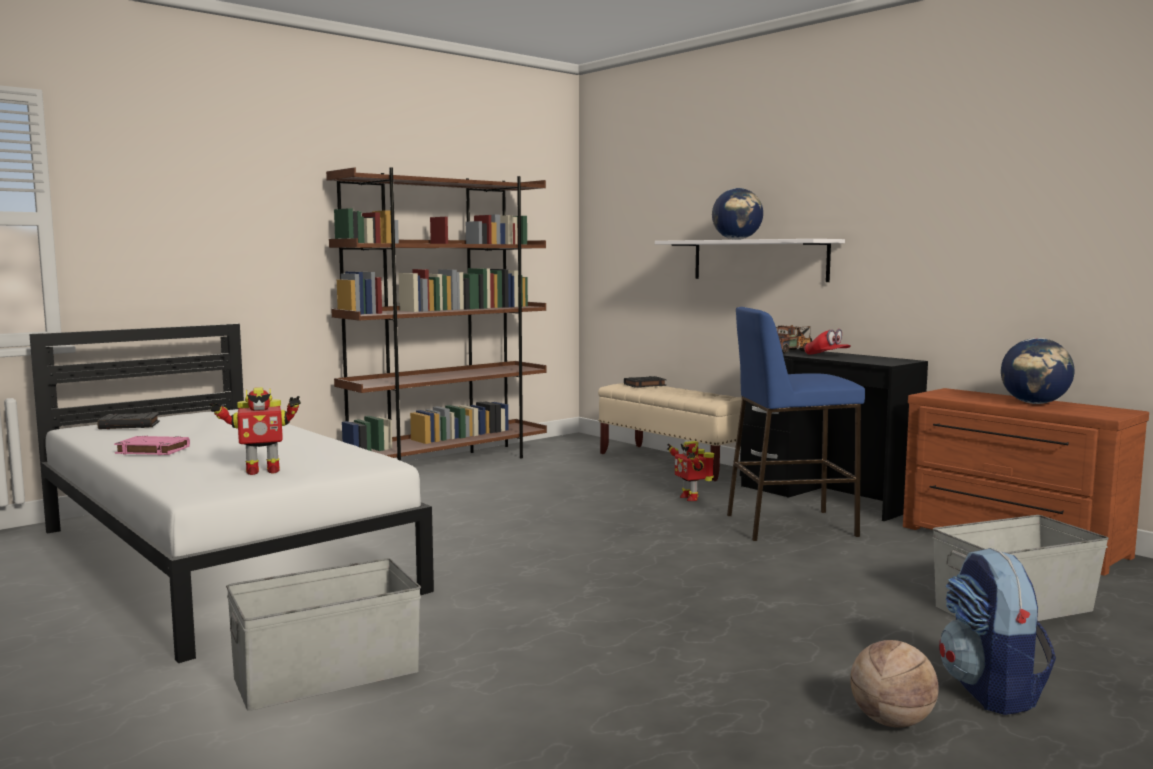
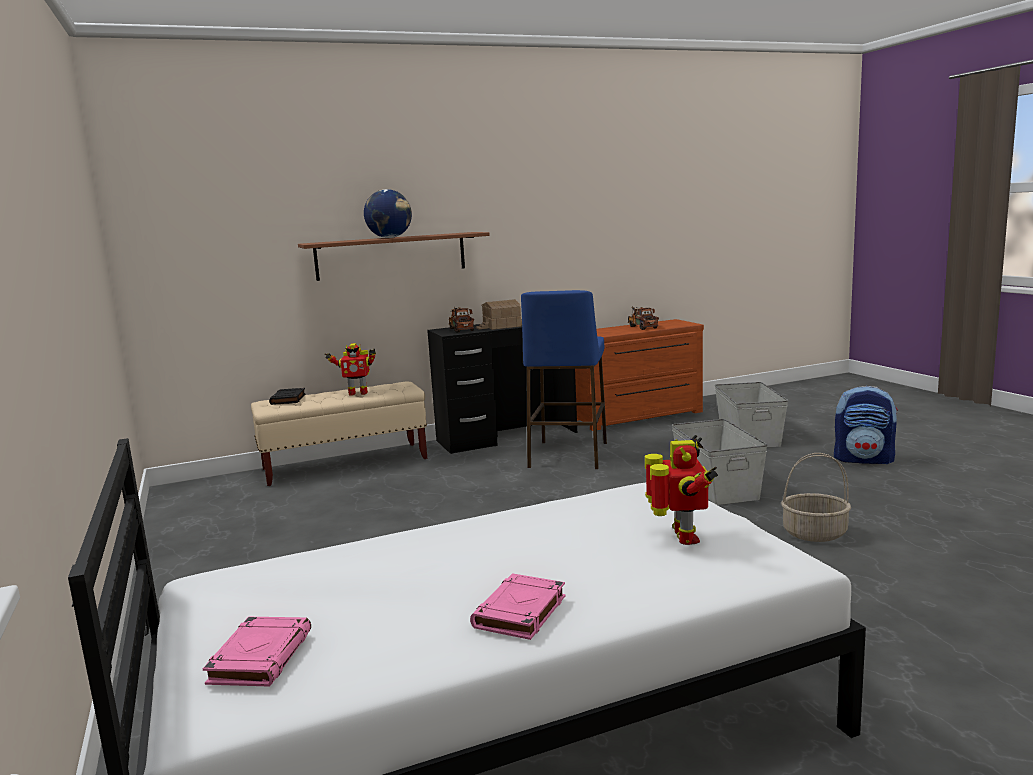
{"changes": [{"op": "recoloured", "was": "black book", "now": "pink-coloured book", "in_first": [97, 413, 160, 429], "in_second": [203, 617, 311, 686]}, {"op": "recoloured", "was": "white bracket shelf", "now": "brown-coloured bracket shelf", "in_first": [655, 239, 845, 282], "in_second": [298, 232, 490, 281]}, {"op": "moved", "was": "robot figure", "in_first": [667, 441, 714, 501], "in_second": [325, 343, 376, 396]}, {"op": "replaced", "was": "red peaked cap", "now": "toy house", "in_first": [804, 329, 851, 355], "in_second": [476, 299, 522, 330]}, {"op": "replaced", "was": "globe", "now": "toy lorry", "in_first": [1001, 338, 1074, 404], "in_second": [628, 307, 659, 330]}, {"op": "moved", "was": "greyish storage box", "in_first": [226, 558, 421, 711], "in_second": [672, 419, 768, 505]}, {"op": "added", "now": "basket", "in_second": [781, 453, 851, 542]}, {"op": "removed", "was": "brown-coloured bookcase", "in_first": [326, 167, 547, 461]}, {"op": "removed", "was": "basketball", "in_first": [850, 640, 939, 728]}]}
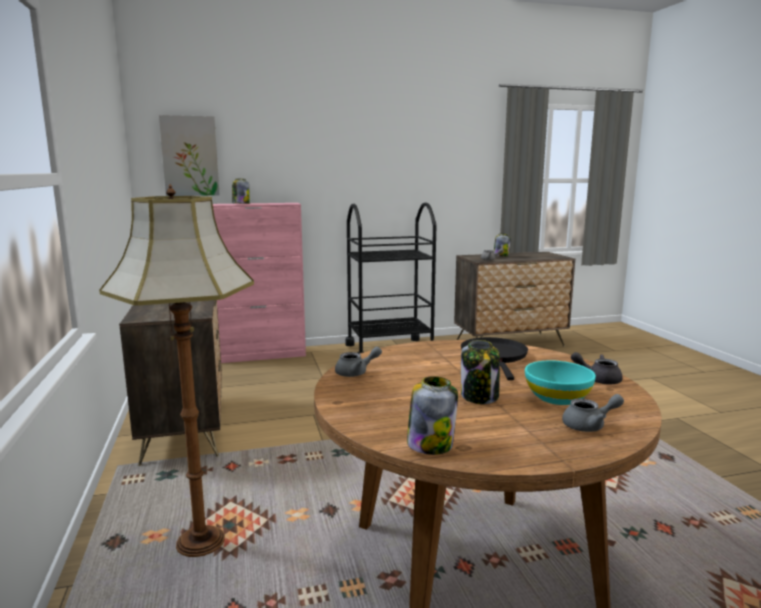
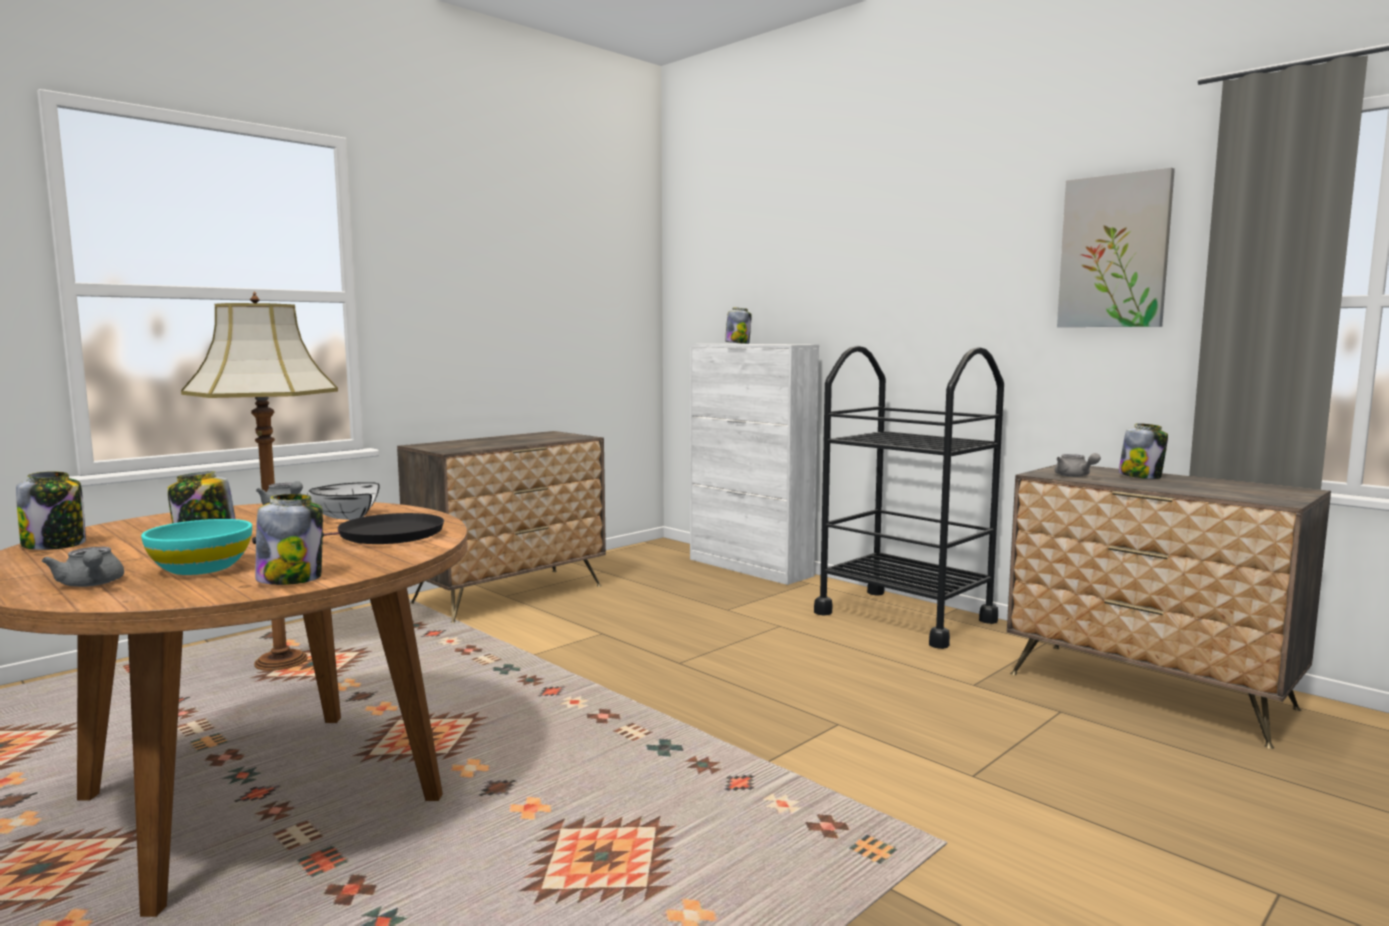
{"changes": [{"op": "replaced", "was": "greyish tea pot", "now": "storage jar", "in_first": [571, 352, 623, 385], "in_second": [255, 494, 323, 585]}, {"op": "added", "now": "white deep dish", "in_second": [308, 482, 380, 520]}, {"op": "recoloured", "was": "pink-coloured cupboard", "now": "white cupboard", "in_first": [213, 203, 306, 363], "in_second": [690, 344, 819, 585]}, {"op": "moved", "was": "wall art", "in_first": [159, 115, 220, 196], "in_second": [1057, 167, 1175, 327]}]}
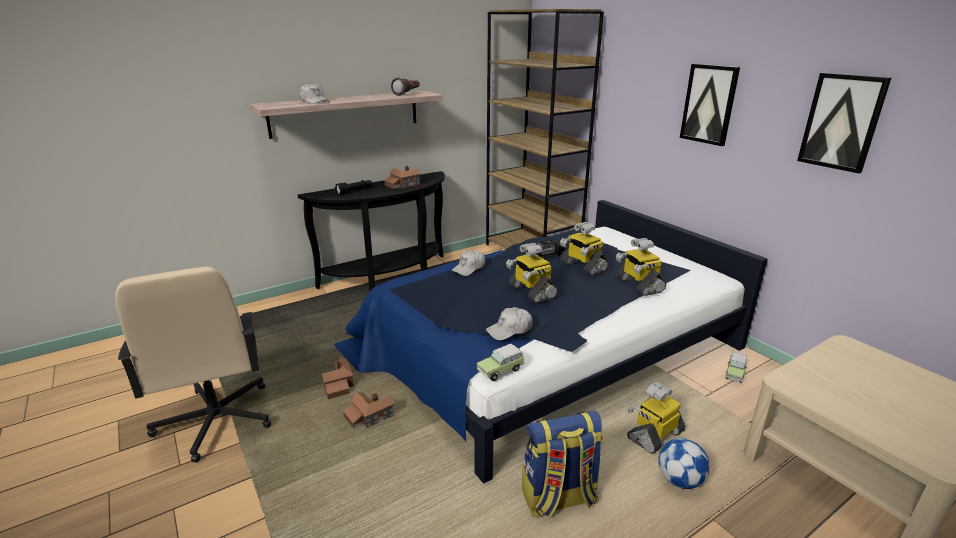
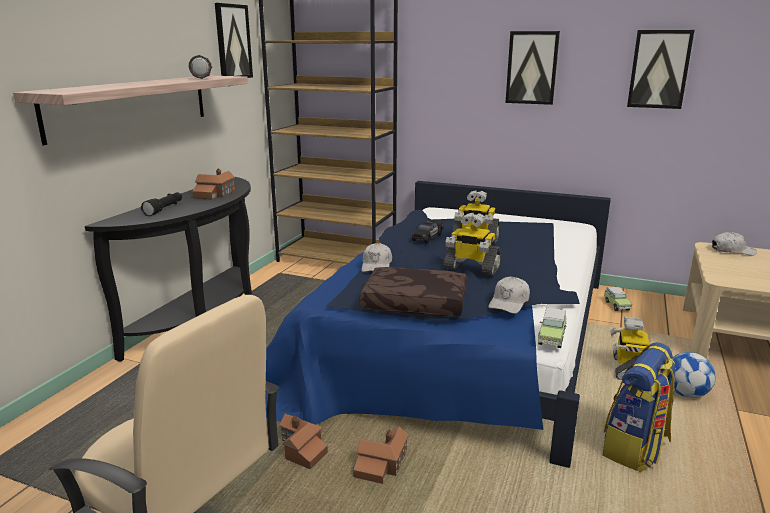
{"changes": [{"op": "added", "now": "wall art", "in_second": [215, 3, 253, 78]}, {"op": "added", "now": "brown-coloured pillow", "in_second": [360, 267, 467, 316]}, {"op": "moved", "was": "white peaked cap", "in_first": [299, 83, 330, 104], "in_second": [712, 232, 757, 256]}, {"op": "removed", "was": "robot figure", "in_first": [616, 238, 666, 296]}]}
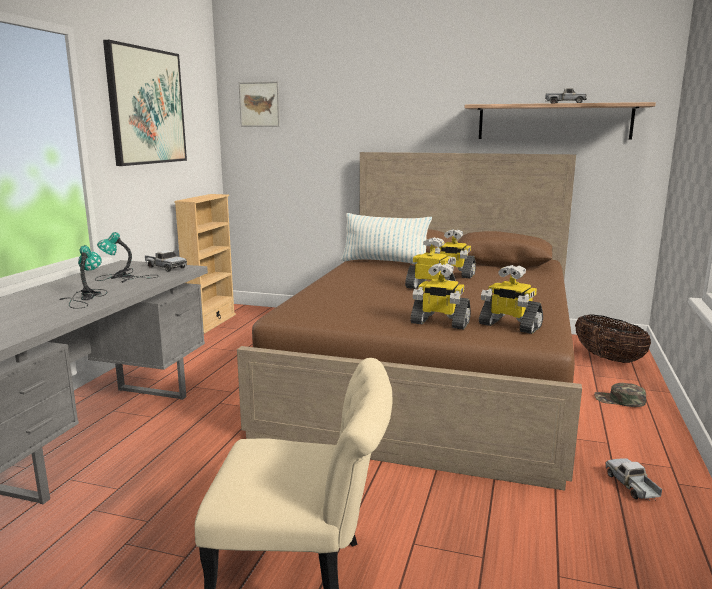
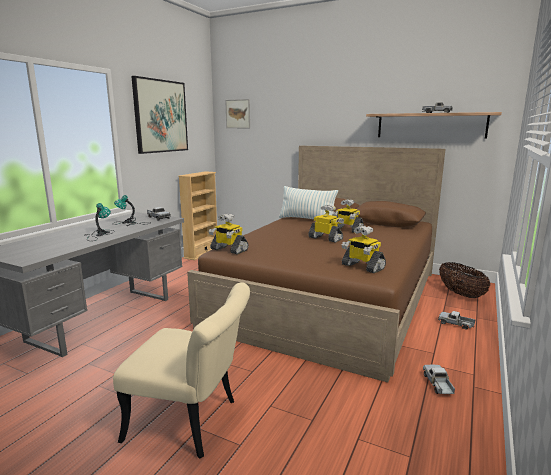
{"changes": [{"op": "moved", "was": "robot figure", "in_first": [411, 263, 471, 329], "in_second": [208, 214, 249, 254]}, {"op": "replaced", "was": "green-coloured peaked cap", "now": "toy lorry", "in_first": [594, 383, 646, 407], "in_second": [438, 311, 475, 330]}]}
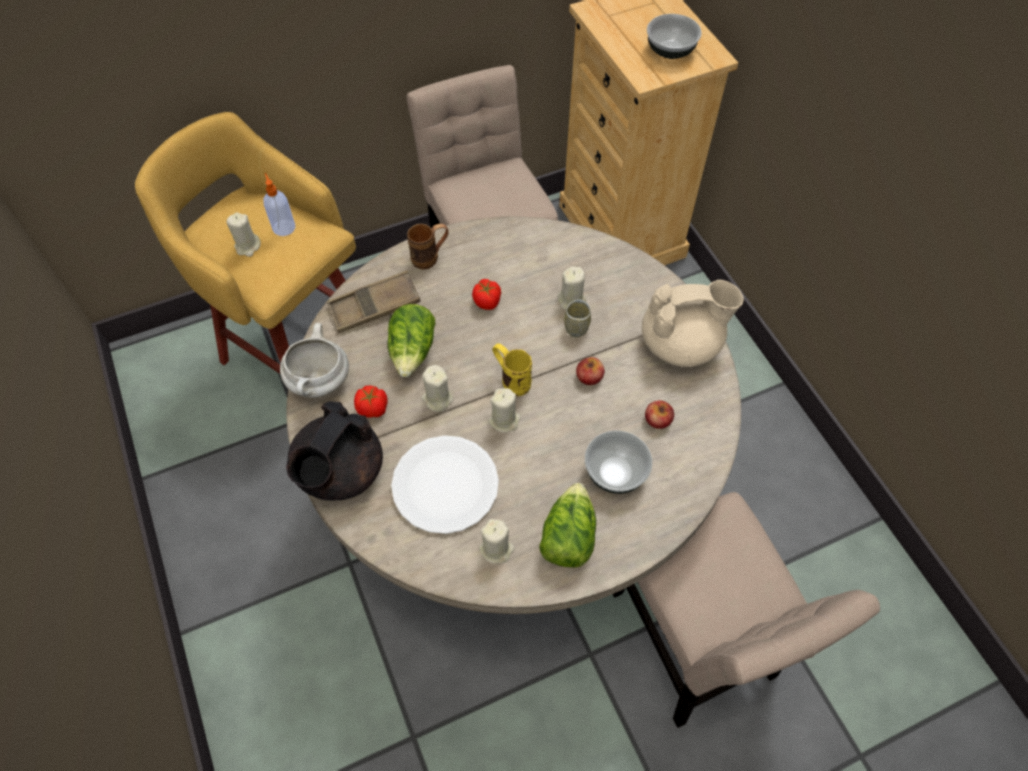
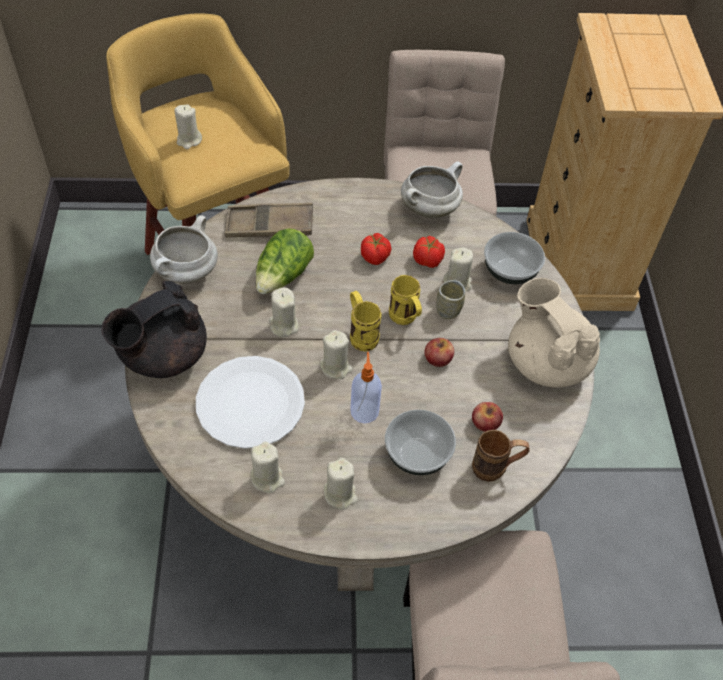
{"changes": [{"op": "replaced", "was": "lettuce", "now": "beige-coloured wax light", "in_first": [539, 483, 596, 568], "in_second": [324, 458, 358, 510]}, {"op": "moved", "was": "soap dispenser", "in_first": [263, 173, 295, 236], "in_second": [350, 352, 382, 423]}, {"op": "added", "now": "yellow tea mug", "in_second": [389, 275, 422, 325]}, {"op": "added", "now": "white cooking pot", "in_second": [401, 161, 463, 218]}, {"op": "moved", "was": "whole tomato", "in_first": [354, 386, 388, 418], "in_second": [413, 236, 445, 268]}, {"op": "moved", "was": "brown-coloured tea mug", "in_first": [407, 224, 449, 269], "in_second": [472, 430, 530, 482]}, {"op": "moved", "was": "deep dish", "in_first": [647, 14, 702, 59], "in_second": [484, 232, 545, 284]}, {"op": "turned", "was": "beige-coloured tea pot", "in_first": [642, 280, 744, 367], "in_second": [508, 278, 600, 388], "clockwise": -135}]}
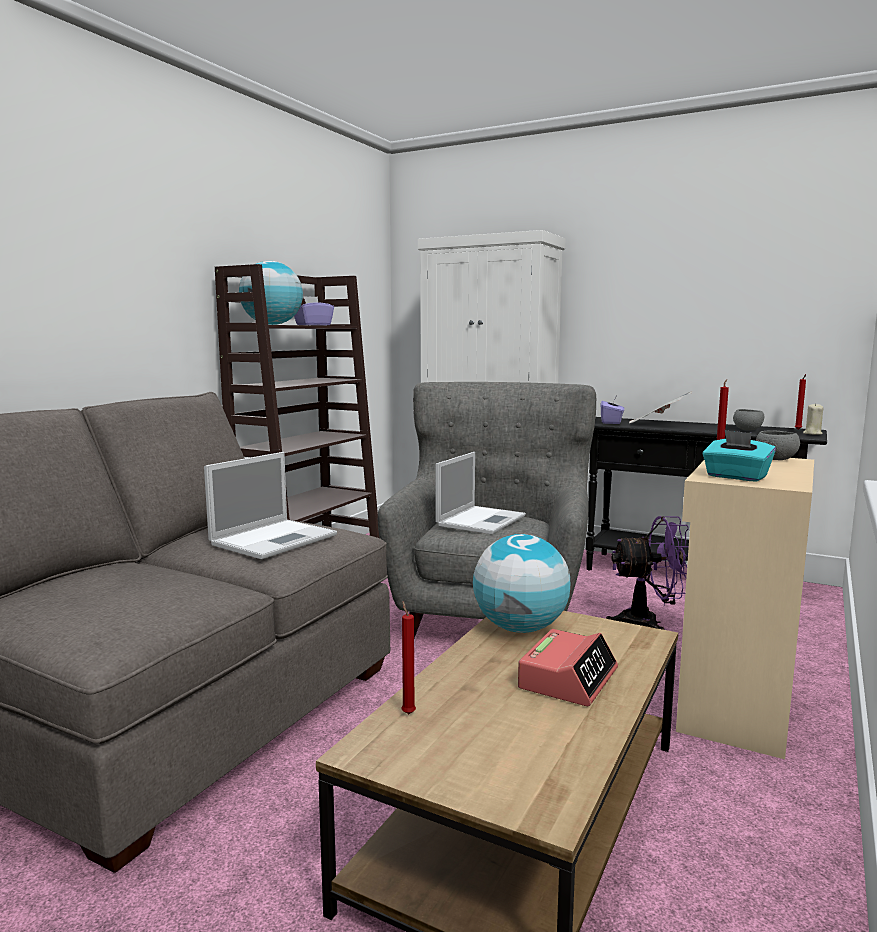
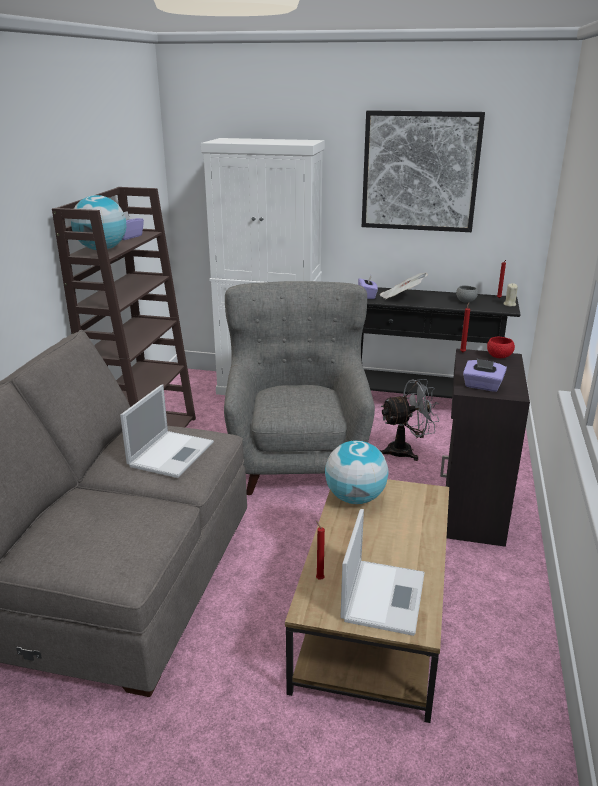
{"changes": [{"op": "moved", "was": "laptop", "in_first": [436, 452, 526, 534], "in_second": [340, 509, 425, 636]}, {"op": "added", "now": "wall art", "in_second": [362, 110, 485, 232]}, {"op": "recoloured", "was": "purplish electric fan", "now": "greyish electric fan", "in_first": [606, 516, 689, 630], "in_second": [379, 379, 440, 461]}, {"op": "recoloured", "was": "beige-coloured cupboard", "now": "black cupboard", "in_first": [676, 458, 814, 759], "in_second": [440, 349, 530, 547]}, {"op": "recoloured", "was": "turquoise tissue box", "now": "purplish tissue box", "in_first": [702, 430, 776, 482], "in_second": [463, 359, 507, 392]}, {"op": "recoloured", "was": "greyish deep dish", "now": "red deep dish", "in_first": [756, 430, 800, 460], "in_second": [487, 337, 515, 358]}, {"op": "removed", "was": "alarm clock", "in_first": [518, 629, 618, 706]}]}
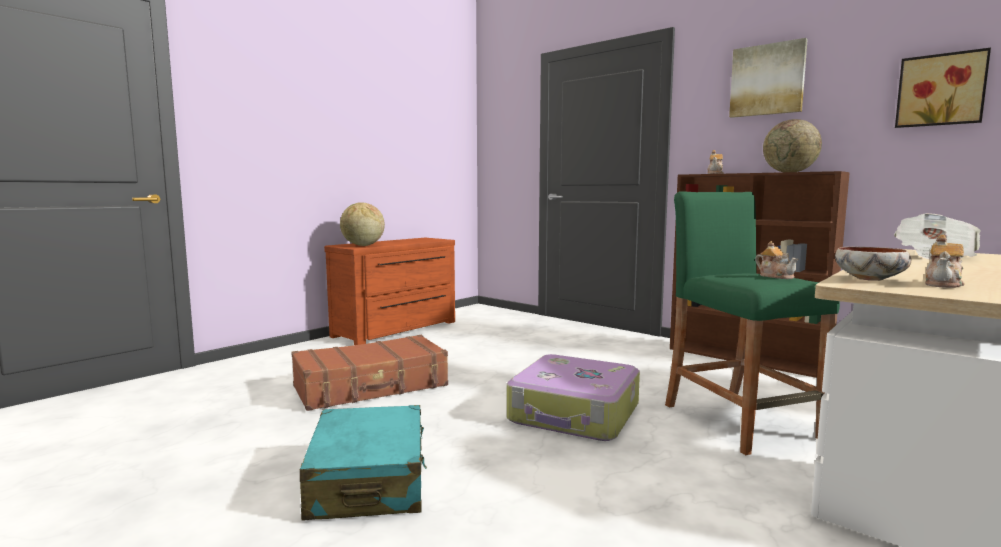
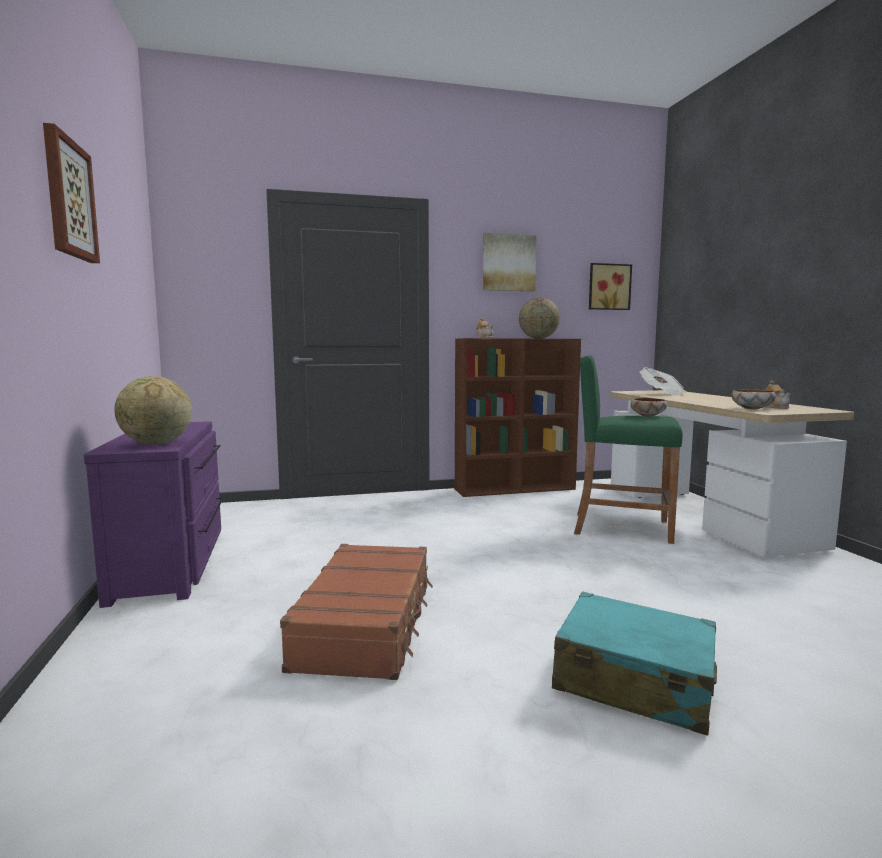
{"changes": [{"op": "added", "now": "wall art", "in_second": [43, 123, 100, 263]}, {"op": "recoloured", "was": "brown-coloured chest of drawers", "now": "purplish chest of drawers", "in_first": [324, 238, 455, 345], "in_second": [84, 421, 224, 608]}, {"op": "replaced", "was": "tea pot", "now": "deep dish", "in_first": [755, 241, 798, 279], "in_second": [631, 398, 667, 417]}, {"op": "removed", "was": "suitcase", "in_first": [506, 354, 640, 441]}]}
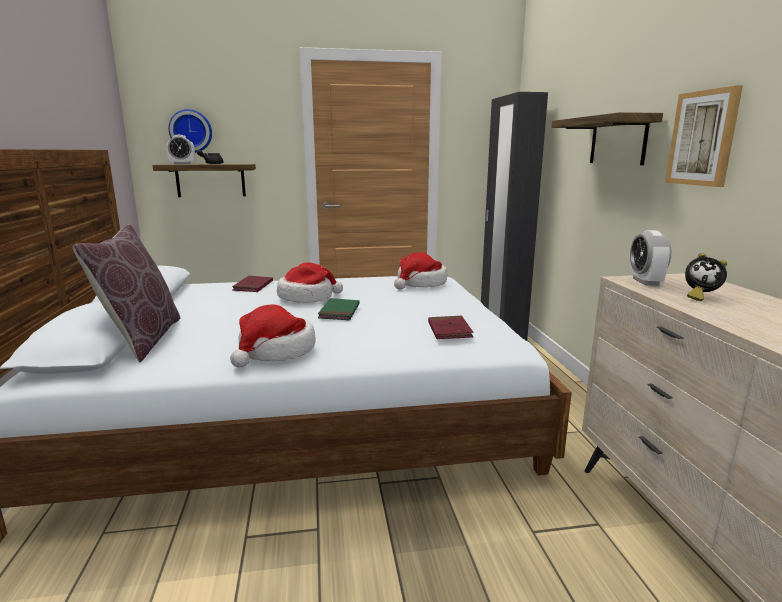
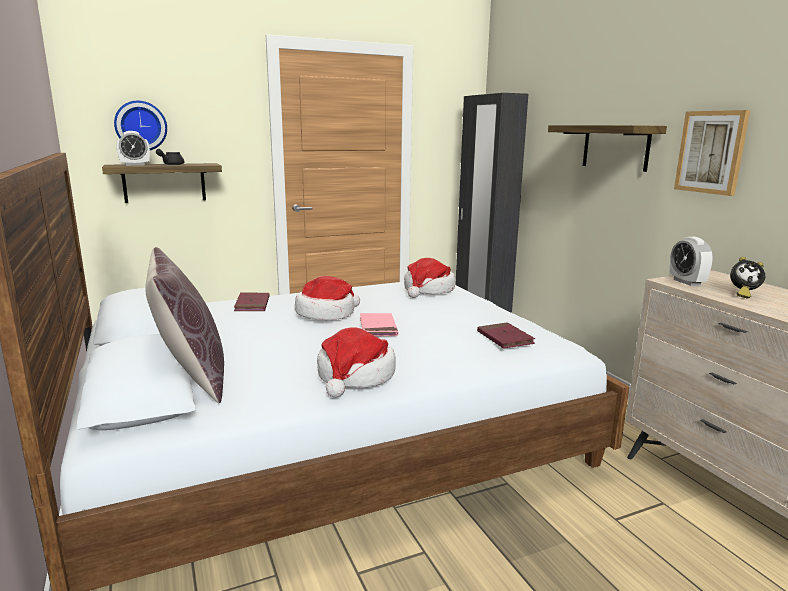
{"changes": [{"op": "recoloured", "was": "green-coloured book", "now": "pink-coloured book", "in_first": [318, 298, 359, 321], "in_second": [360, 313, 398, 336]}]}
